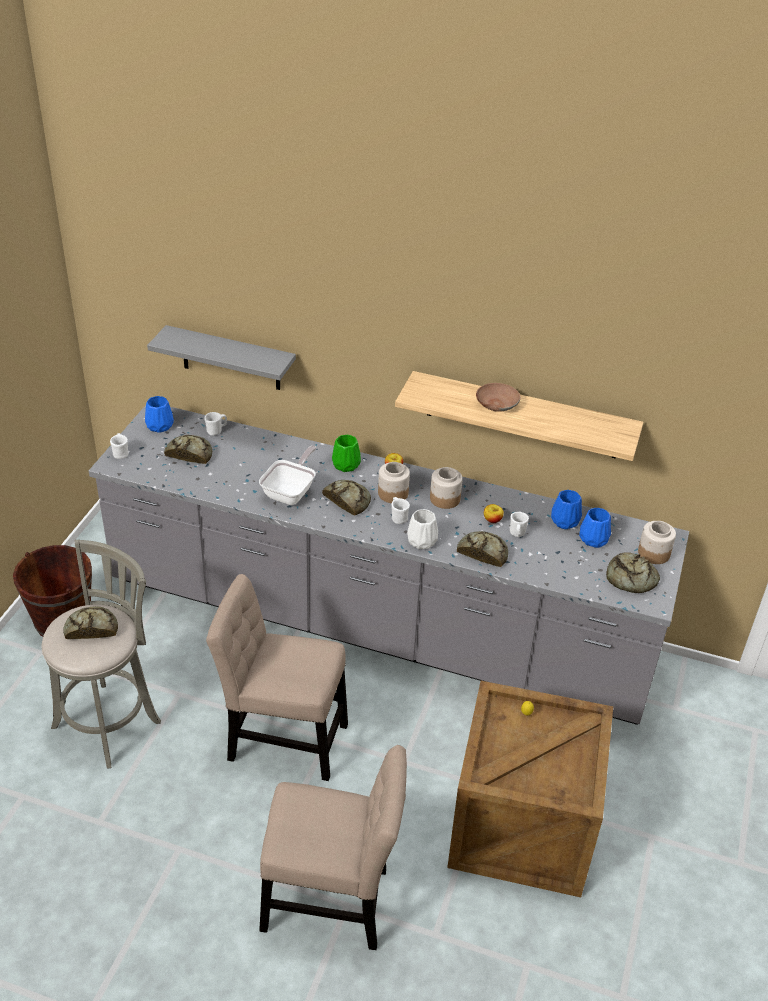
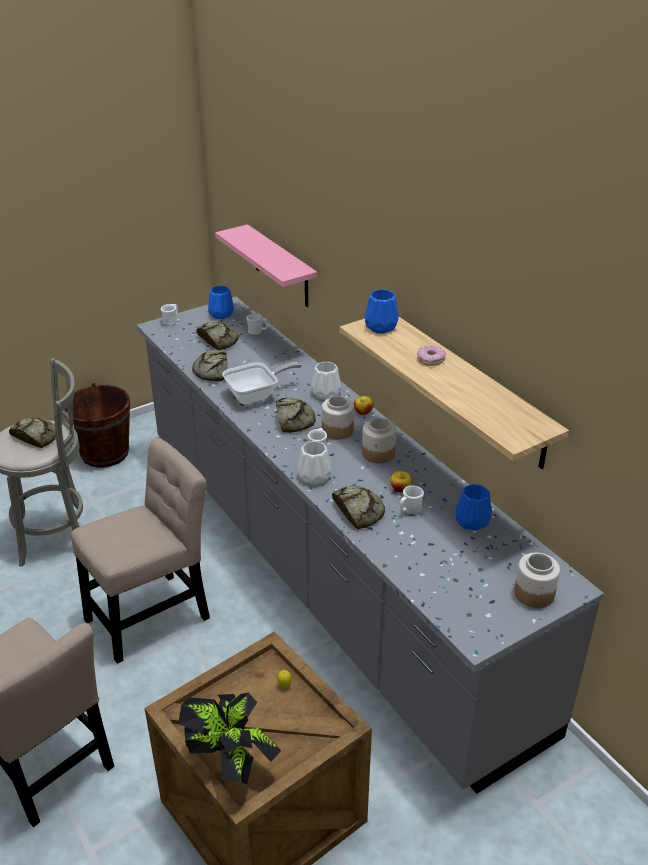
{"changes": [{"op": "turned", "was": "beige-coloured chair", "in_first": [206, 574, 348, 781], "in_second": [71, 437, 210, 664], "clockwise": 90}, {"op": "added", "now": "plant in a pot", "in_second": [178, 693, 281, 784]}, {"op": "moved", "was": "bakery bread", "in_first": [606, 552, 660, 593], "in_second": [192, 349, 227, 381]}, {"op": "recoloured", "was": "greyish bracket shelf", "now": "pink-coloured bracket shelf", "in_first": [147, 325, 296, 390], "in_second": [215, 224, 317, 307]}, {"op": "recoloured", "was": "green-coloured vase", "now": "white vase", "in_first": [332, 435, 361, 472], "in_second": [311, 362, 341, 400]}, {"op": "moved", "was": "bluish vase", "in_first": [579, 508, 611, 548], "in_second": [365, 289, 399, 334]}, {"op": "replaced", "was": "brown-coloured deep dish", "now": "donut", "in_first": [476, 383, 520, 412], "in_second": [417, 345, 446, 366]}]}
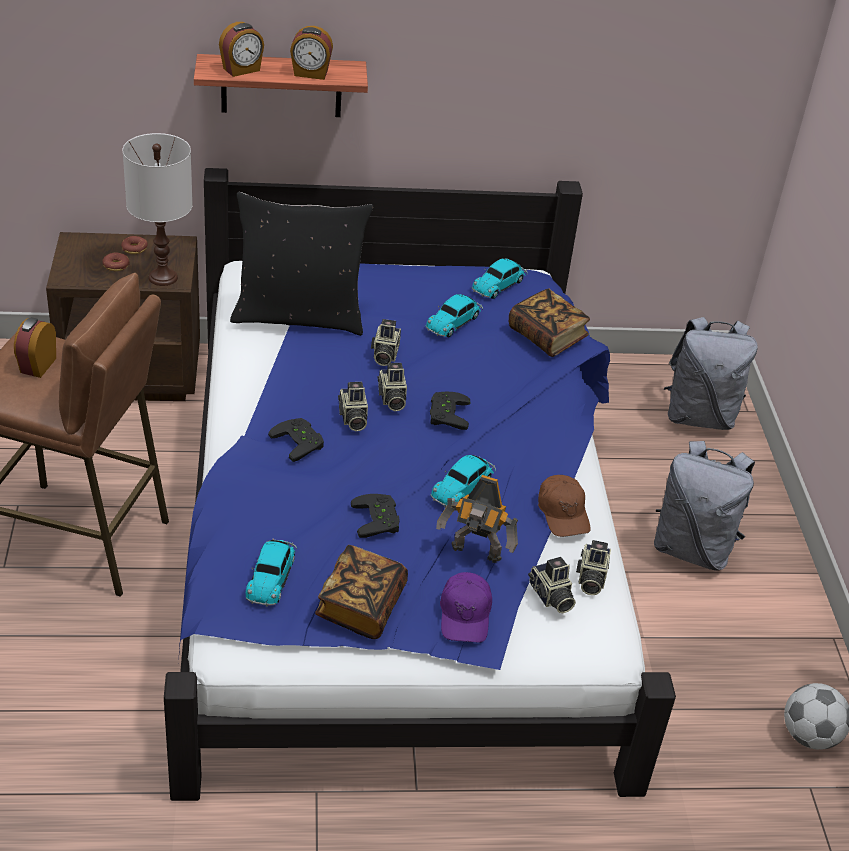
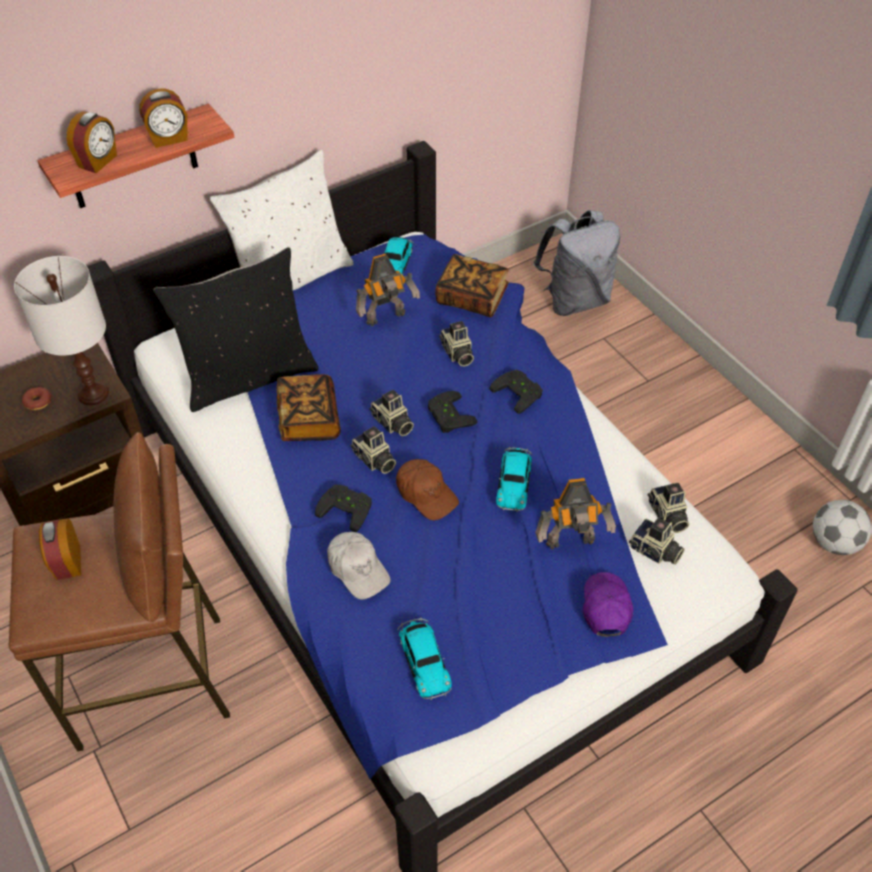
{"changes": [{"op": "added", "now": "white pillow", "in_second": [209, 150, 353, 290]}, {"op": "moved", "was": "book", "in_first": [315, 545, 408, 639], "in_second": [277, 374, 341, 441]}, {"op": "added", "now": "white peaked cap", "in_second": [327, 532, 390, 599]}, {"op": "replaced", "was": "miniature car", "now": "robot figure", "in_first": [425, 294, 483, 337], "in_second": [356, 254, 420, 326]}, {"op": "moved", "was": "brown-coloured peaked cap", "in_first": [538, 475, 591, 537], "in_second": [396, 459, 459, 520]}, {"op": "moved", "was": "still camera", "in_first": [371, 319, 401, 366], "in_second": [439, 321, 474, 366]}, {"op": "moved", "was": "black game controller", "in_first": [351, 494, 400, 538], "in_second": [490, 369, 543, 414]}, {"op": "turned", "was": "purplish peaked cap", "in_first": [440, 572, 492, 643], "in_second": [583, 572, 633, 637], "clockwise": -150}, {"op": "removed", "was": "donut", "in_first": [121, 236, 148, 254]}, {"op": "removed", "was": "greyish knapsack", "in_first": [654, 441, 755, 571]}]}
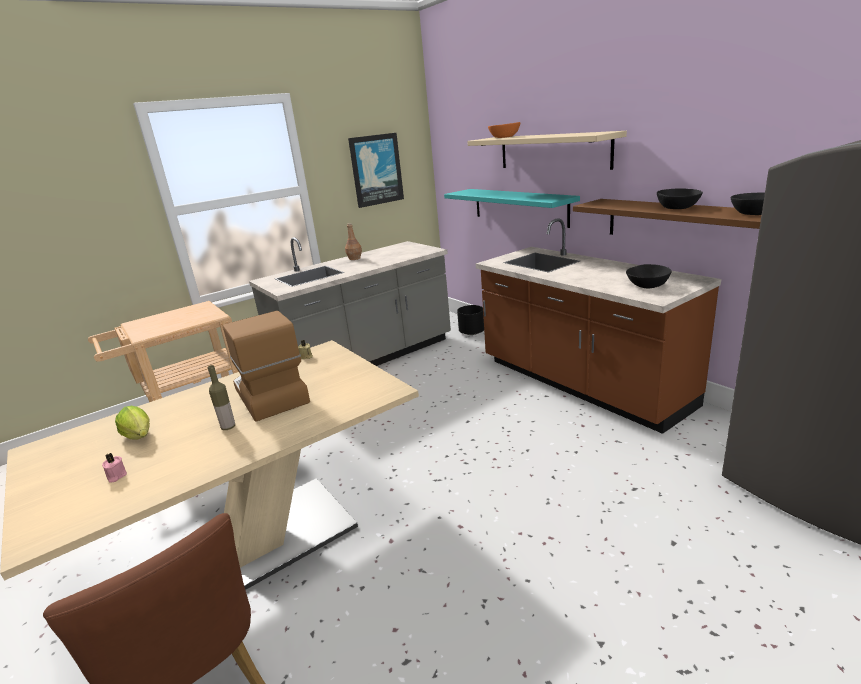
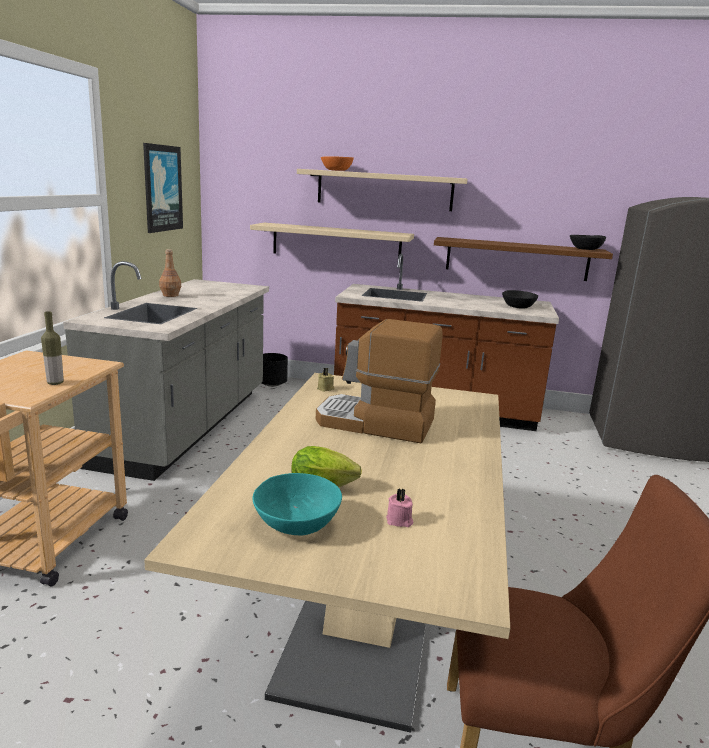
{"changes": [{"op": "moved", "was": "beverage bottle", "in_first": [208, 365, 235, 430], "in_second": [41, 311, 64, 385]}, {"op": "recoloured", "was": "turquoise bracket shelf", "now": "beige-coloured bracket shelf", "in_first": [444, 189, 580, 228], "in_second": [250, 223, 414, 257]}, {"op": "added", "now": "turquoise deep dish", "in_second": [252, 473, 342, 535]}, {"op": "removed", "was": "black deep dish", "in_first": [657, 188, 703, 209]}]}
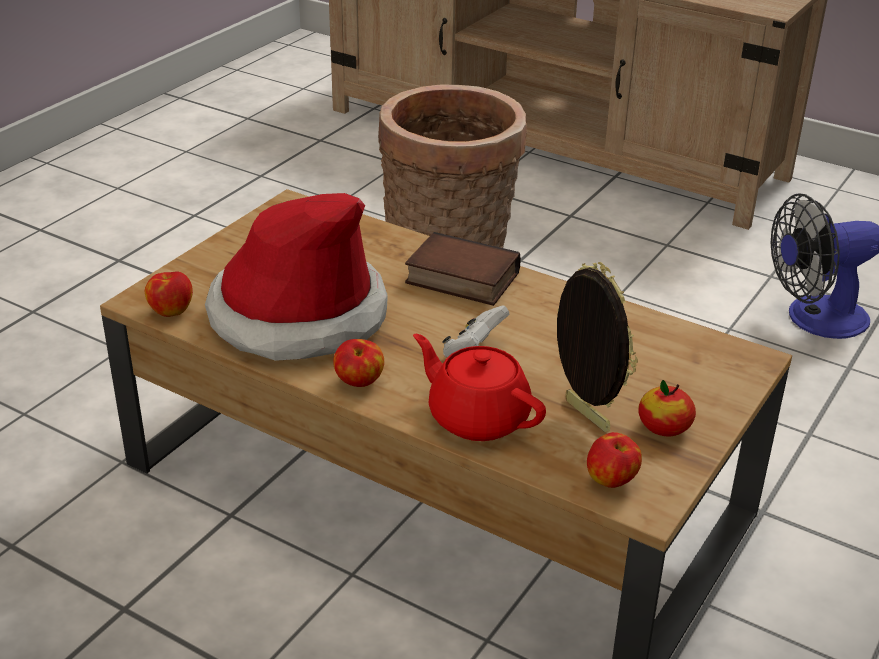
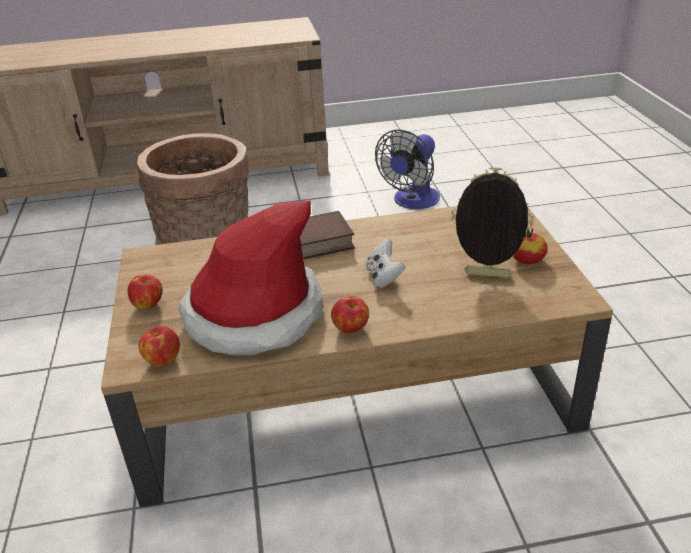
{"changes": [{"op": "moved", "was": "whole apple", "in_first": [587, 432, 642, 488], "in_second": [128, 274, 163, 310]}, {"op": "removed", "was": "red tea pot", "in_first": [413, 334, 546, 441]}]}
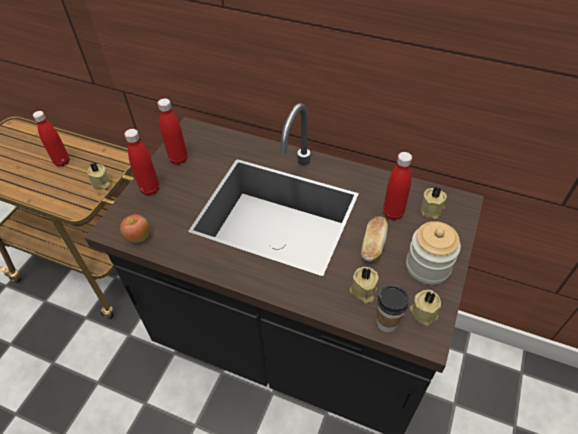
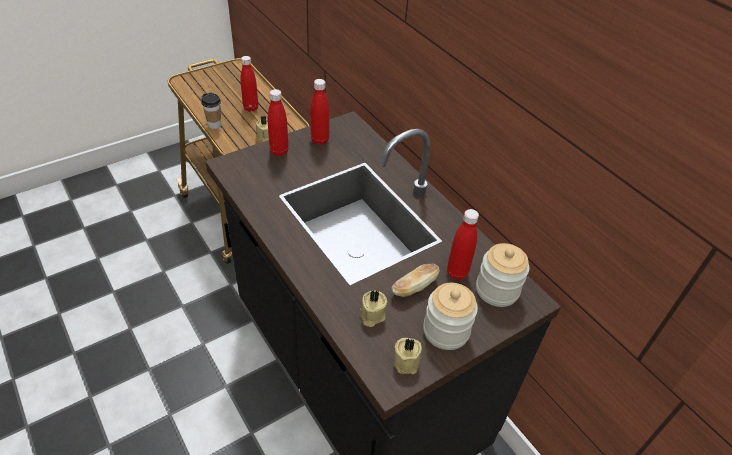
{"changes": [{"op": "moved", "was": "small cup", "in_first": [377, 285, 409, 333], "in_second": [201, 92, 221, 129]}, {"op": "replaced", "was": "beige-coloured wax light", "now": "storage jar", "in_first": [421, 186, 447, 219], "in_second": [476, 243, 529, 307]}, {"op": "removed", "was": "whole apple", "in_first": [120, 214, 150, 243]}]}
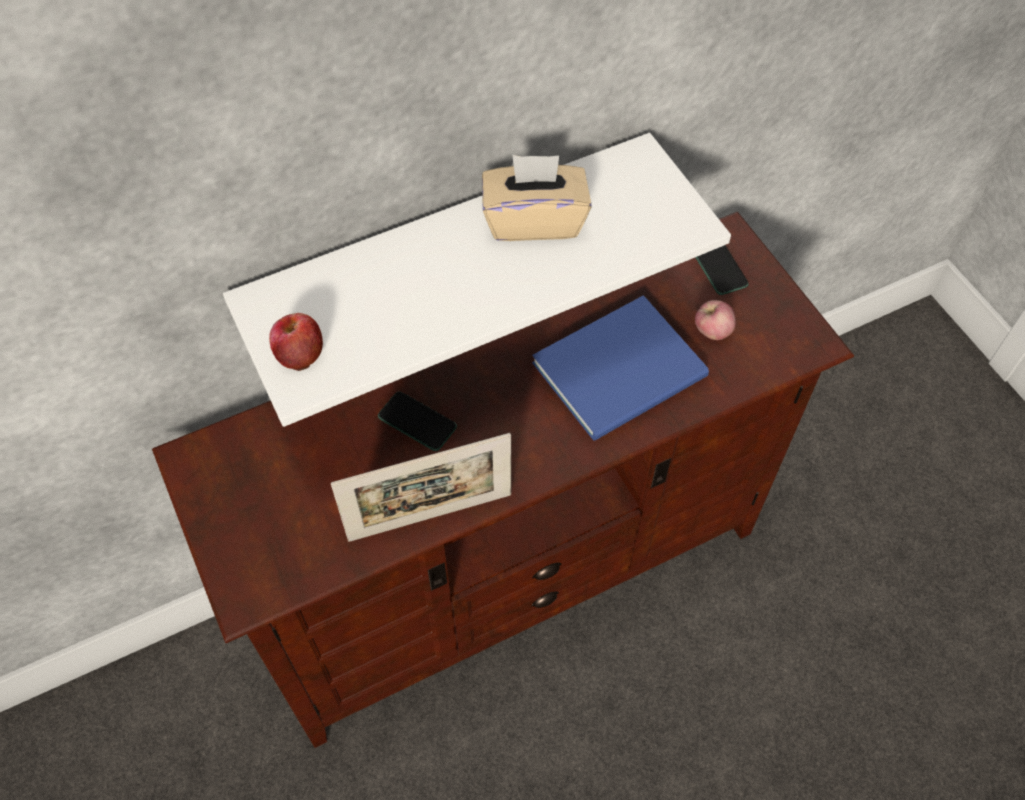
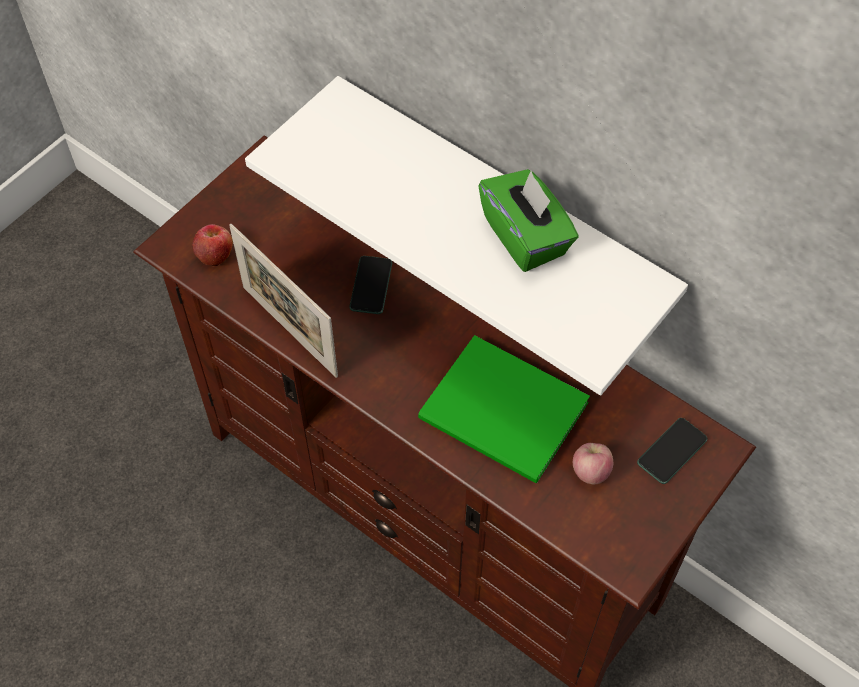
{"changes": [{"op": "moved", "was": "whole apple", "in_first": [269, 313, 323, 371], "in_second": [192, 224, 233, 266]}, {"op": "recoloured", "was": "bluish book", "now": "green-coloured book", "in_first": [532, 295, 709, 441], "in_second": [418, 335, 590, 483]}, {"op": "recoloured", "was": "beige-coloured tissue box", "now": "green-coloured tissue box", "in_first": [482, 155, 592, 241], "in_second": [478, 169, 579, 272]}]}
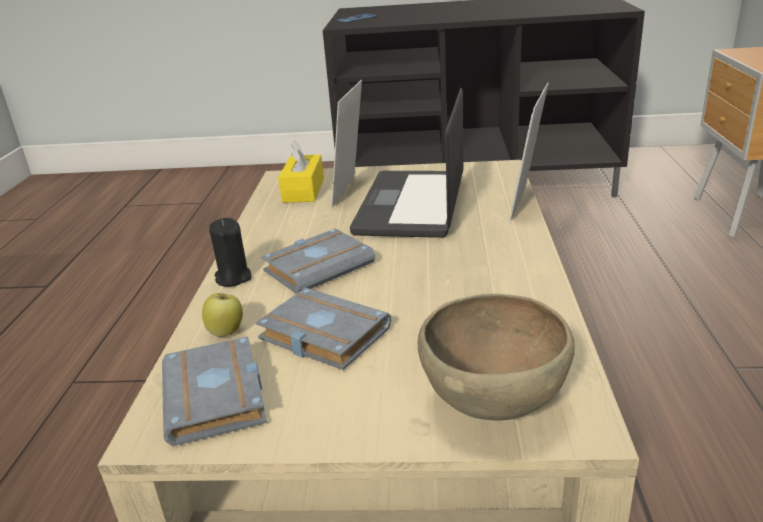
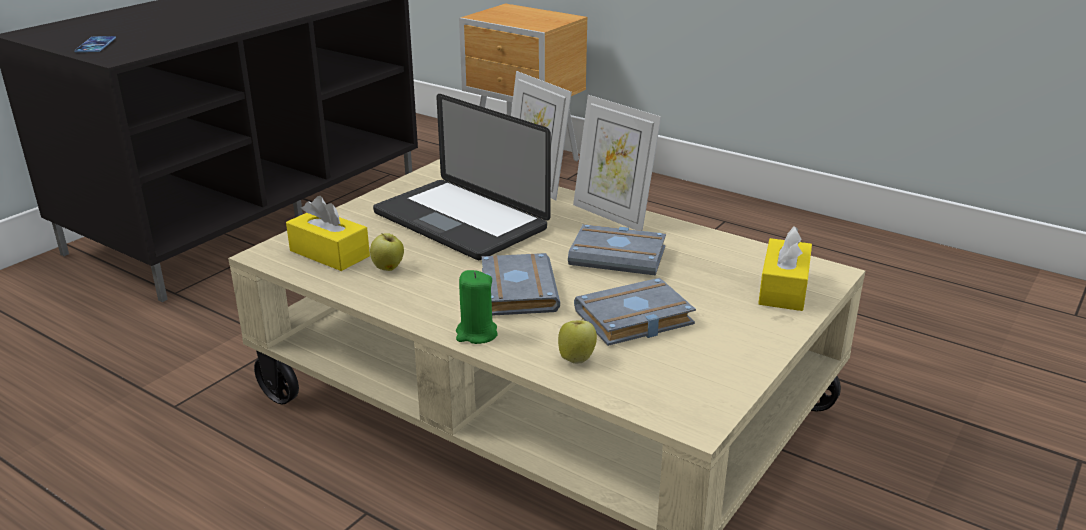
{"changes": [{"op": "added", "now": "whole apple", "in_second": [370, 233, 404, 271]}, {"op": "recoloured", "was": "black wax light", "now": "green-coloured wax light", "in_first": [209, 218, 252, 287], "in_second": [456, 270, 497, 344]}, {"op": "moved", "was": "greyish book", "in_first": [162, 336, 267, 447], "in_second": [568, 224, 666, 276]}, {"op": "moved", "was": "photo frame", "in_first": [331, 80, 362, 208], "in_second": [573, 95, 661, 231]}, {"op": "replaced", "was": "brown-coloured deep dish", "now": "yellow tissue box", "in_first": [418, 294, 575, 420], "in_second": [758, 227, 812, 311]}]}
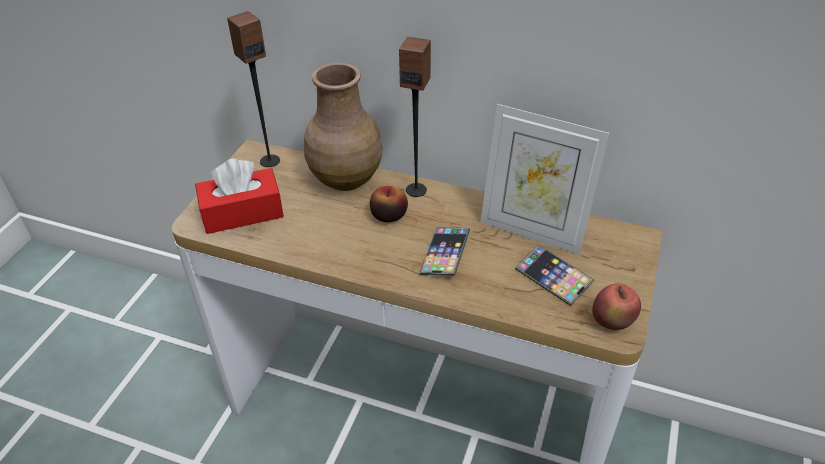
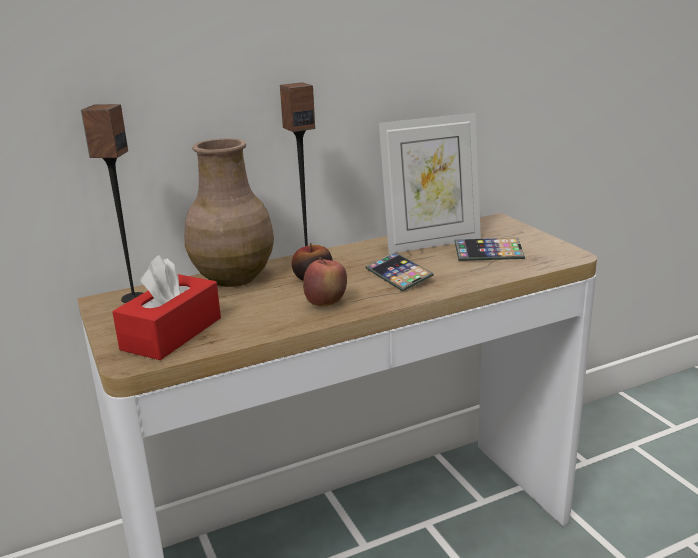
{"changes": [{"op": "moved", "was": "whole apple", "in_first": [592, 283, 641, 330], "in_second": [303, 257, 347, 306]}]}
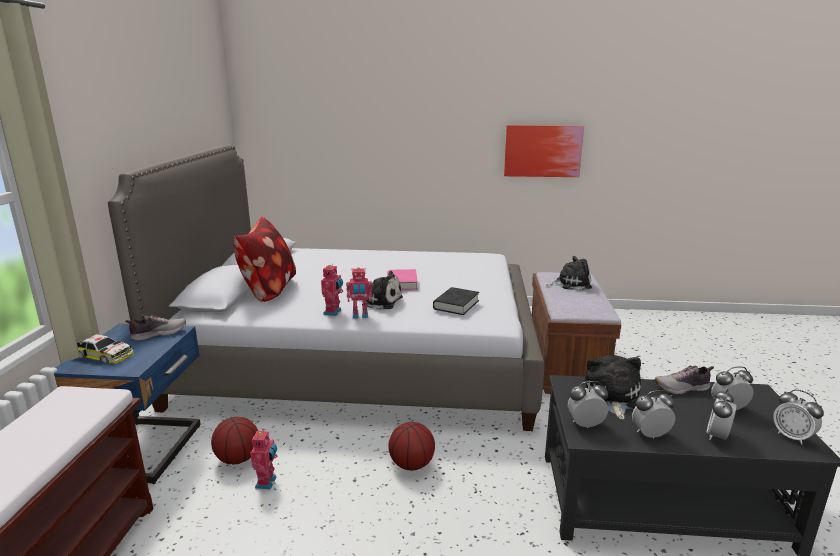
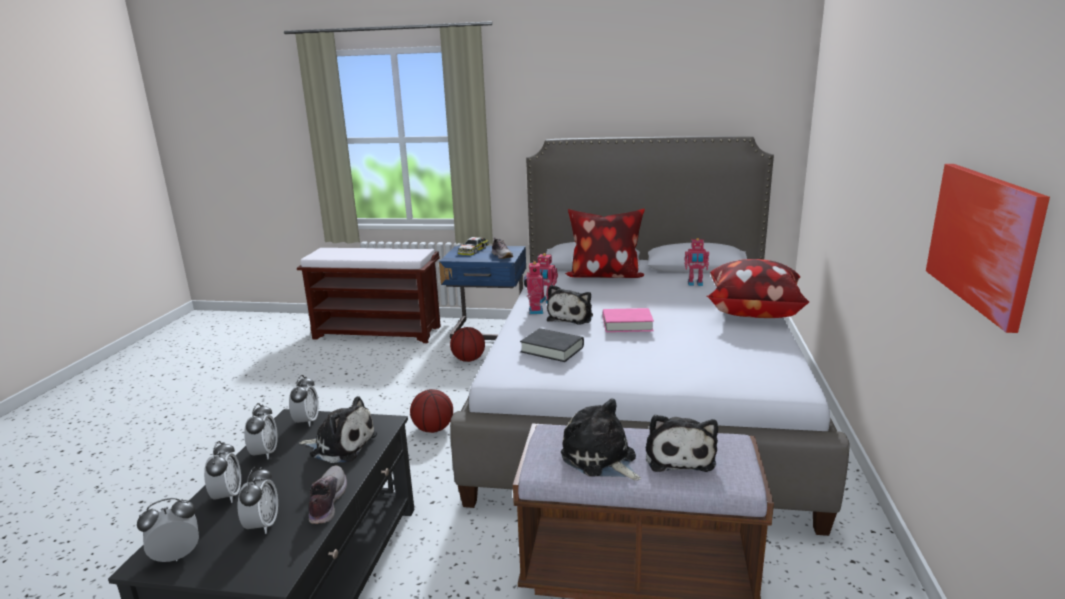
{"changes": [{"op": "turned", "was": "alarm clock", "in_first": [707, 389, 736, 440], "in_second": [204, 441, 241, 503], "clockwise": 45}, {"op": "added", "now": "plush toy", "in_second": [561, 399, 641, 480]}, {"op": "moved", "was": "robot figure", "in_first": [251, 429, 277, 489], "in_second": [685, 238, 709, 286]}, {"op": "added", "now": "pillow", "in_second": [706, 259, 809, 318]}]}
